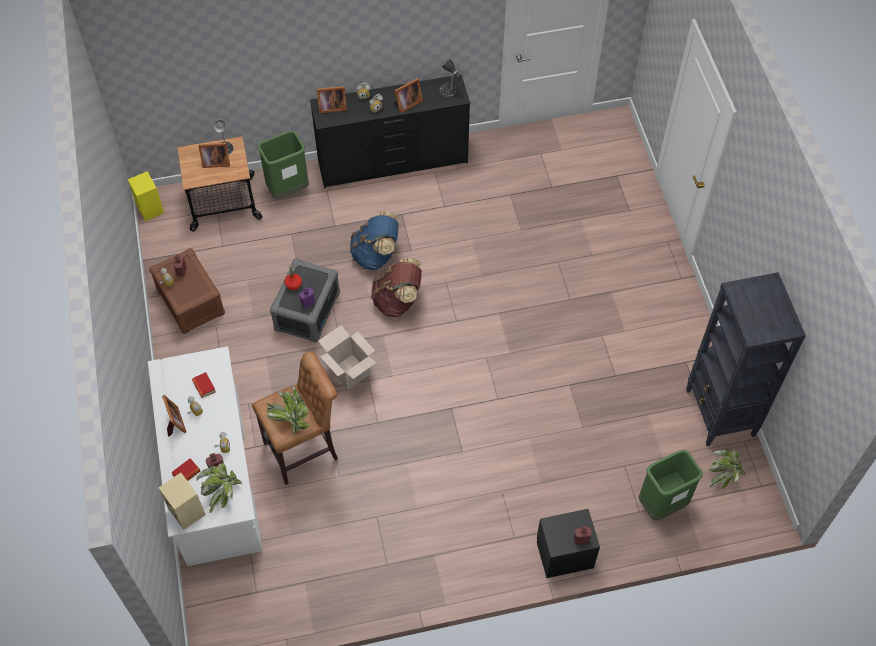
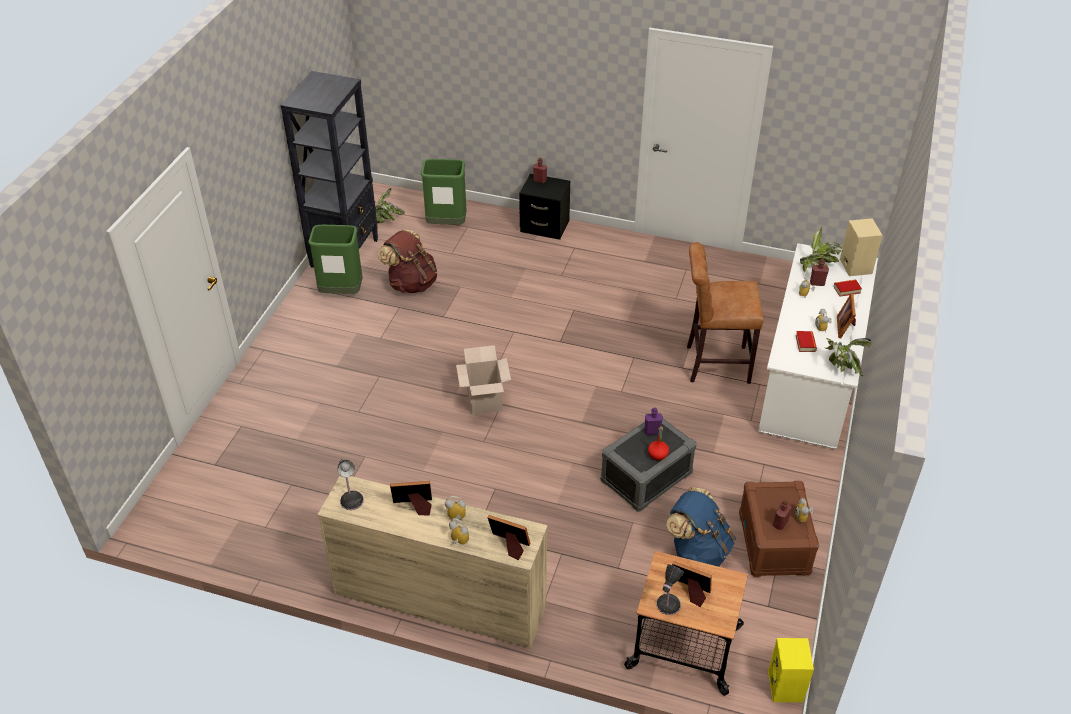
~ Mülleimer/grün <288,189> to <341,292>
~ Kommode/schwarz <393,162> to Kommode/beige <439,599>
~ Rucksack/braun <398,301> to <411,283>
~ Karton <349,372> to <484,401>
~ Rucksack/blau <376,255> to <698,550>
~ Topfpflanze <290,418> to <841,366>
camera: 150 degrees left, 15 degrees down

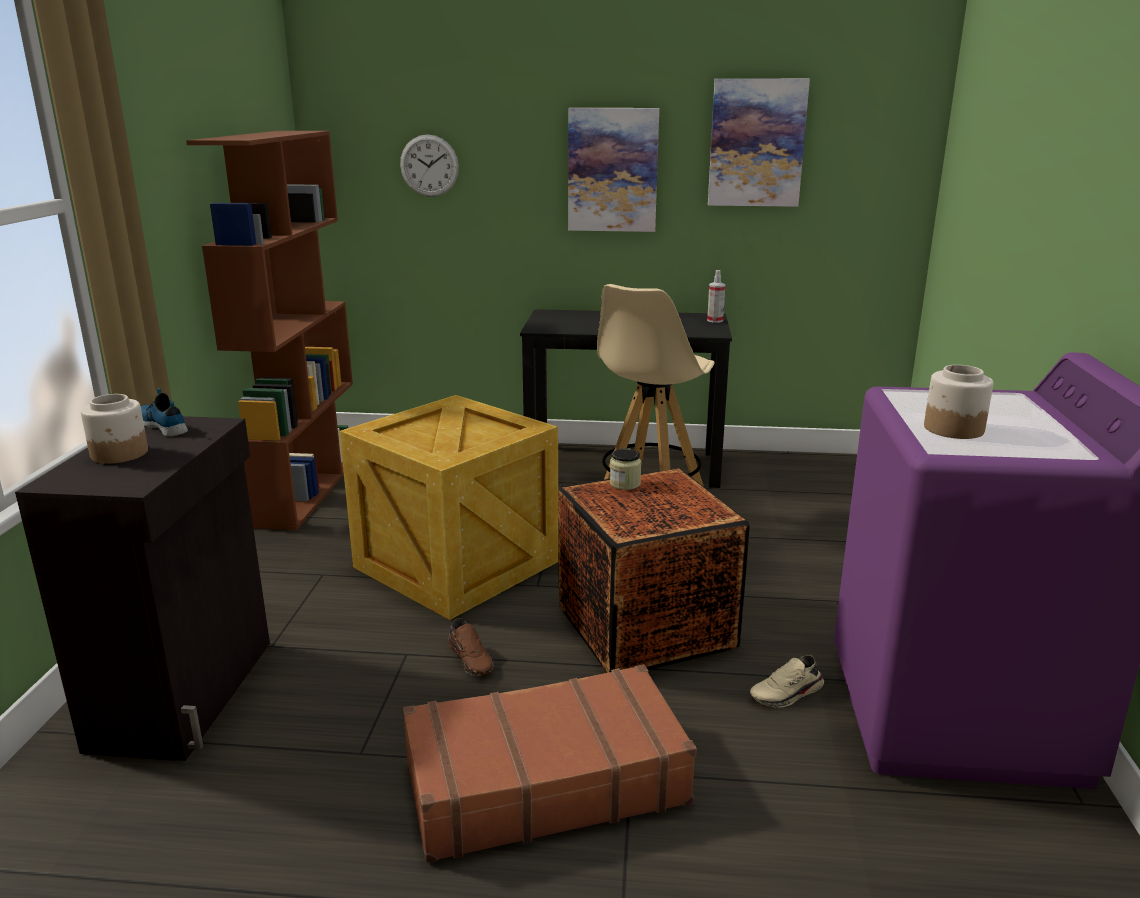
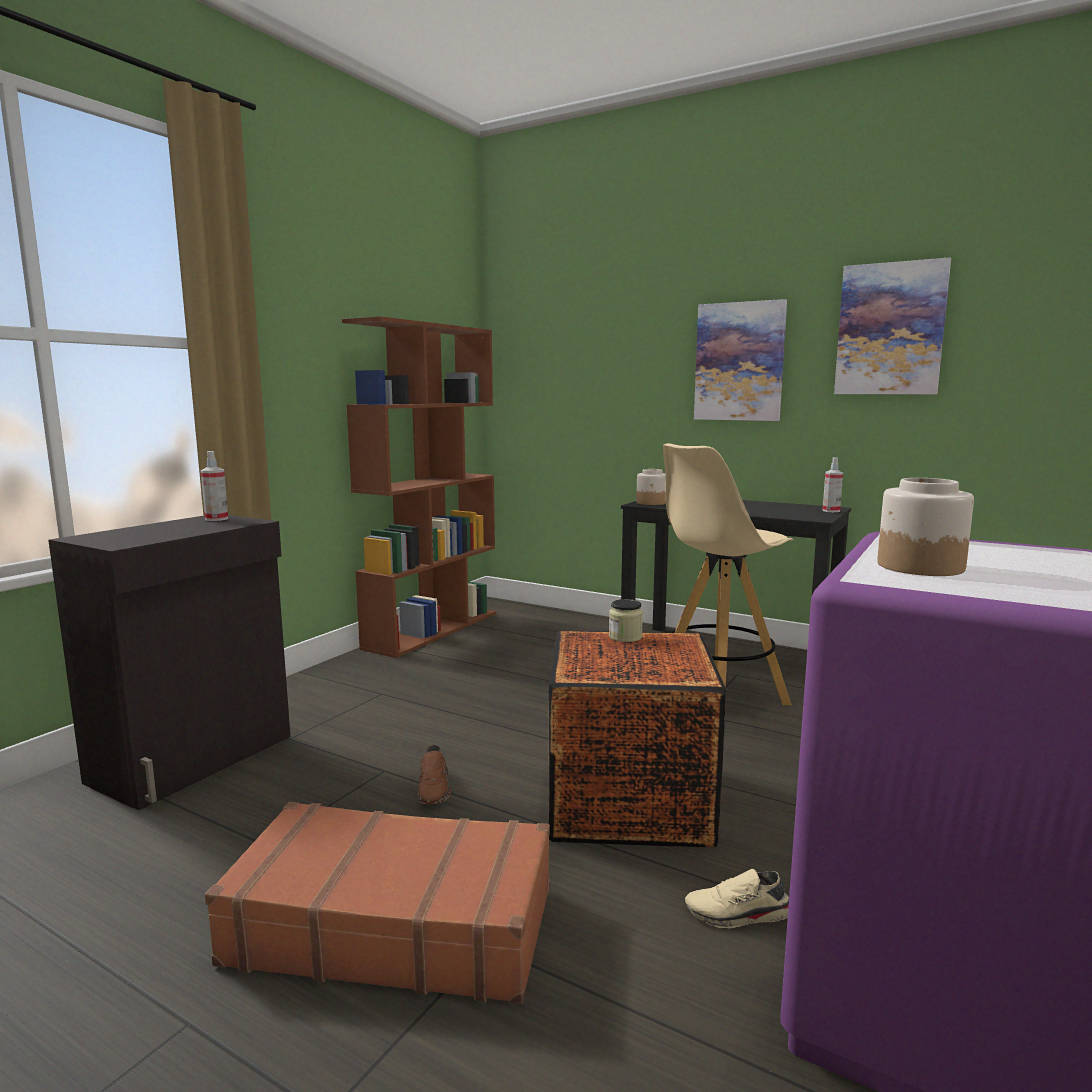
~ Schuh <163,425> to Sprühflasche <216,519>
~ Vorratsglas <120,454> to <651,503>
- Kiste <456,562>
- Wanduhr <429,166>
camera: 25 degrees right, 10 degrees down

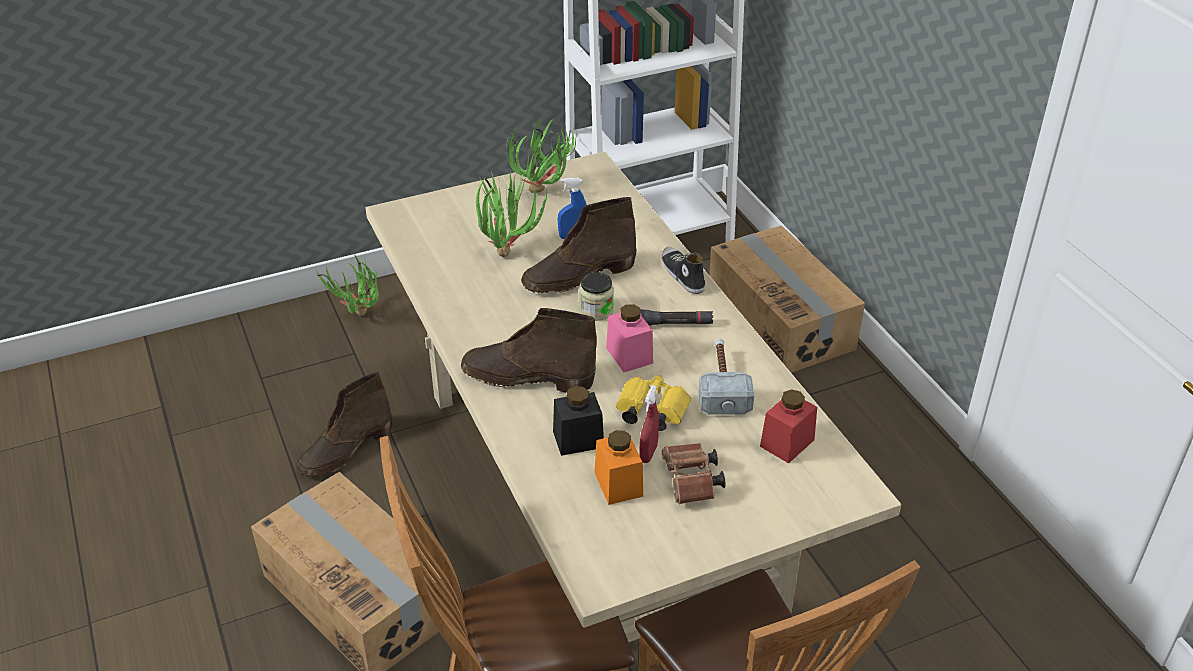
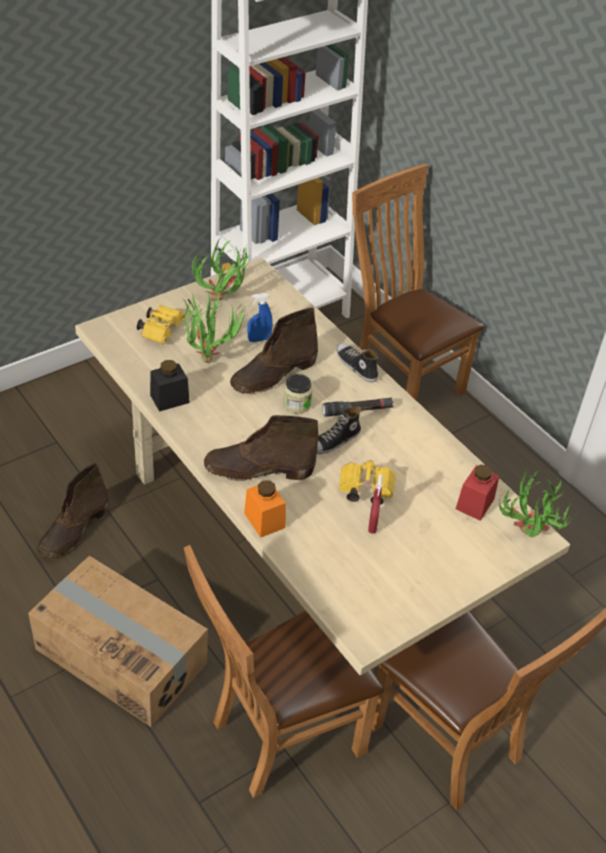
+ Fernglas/gelb <161,330>
~ Vorratsglas/schwarz <578,439> to <169,399>
~ Vorratsglas/orange <618,484> to <264,520>
~ Vorratsglas/rosa <629,355> to Schuh <334,442>
~ Karton <781,320> to Stuhl/braun <401,378>
~ Topfpflanze <358,319> to <525,538>
- Fernglas/braun <691,483>
- Hammer <722,384>
camera: 15 degrees left, 5 degrees up

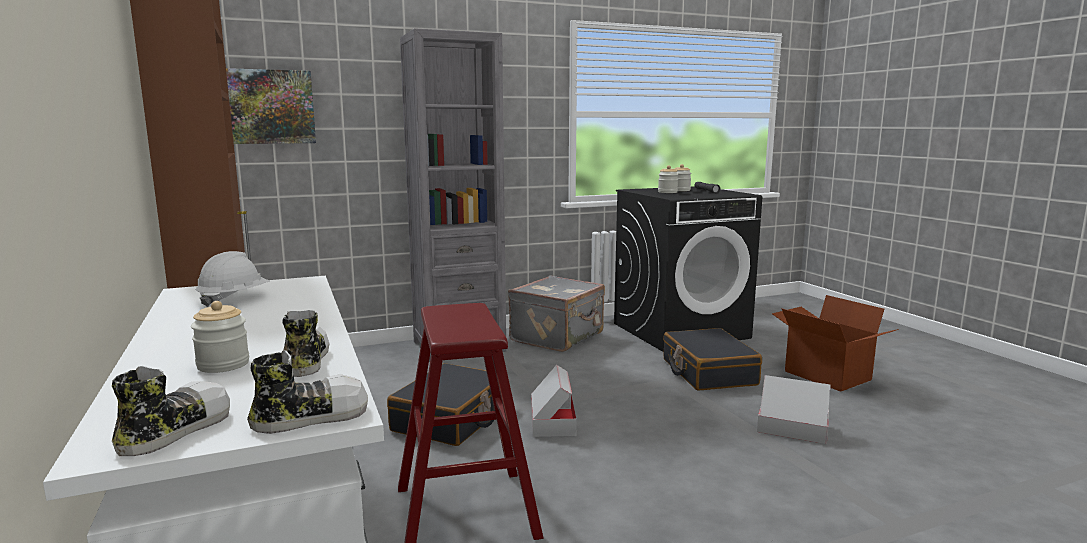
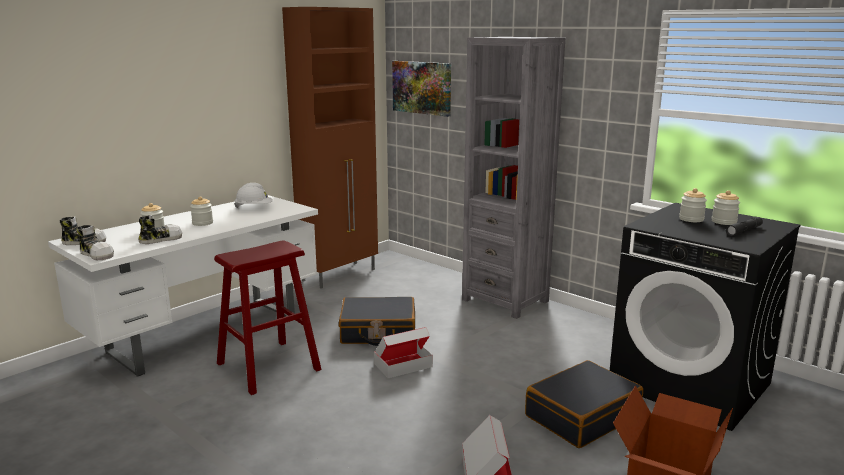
+ Vorratsglas <202,223>
- Koffer/grau <558,337>
camera: 65 degrees right, 5 degrees up

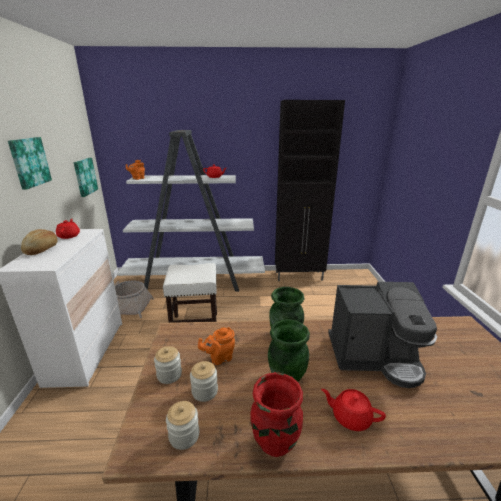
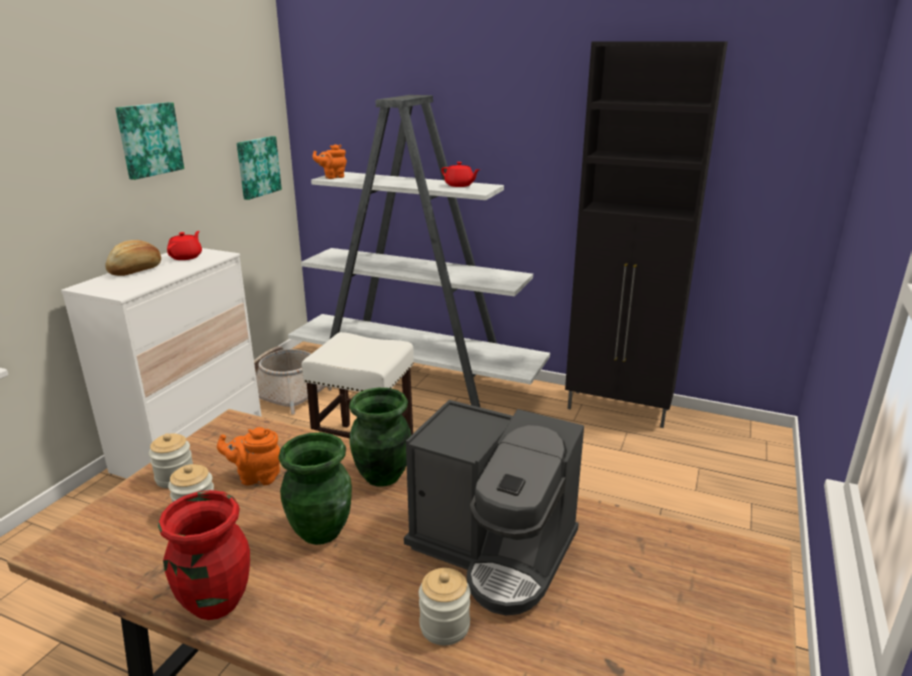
~ Vorratsglas <184,435> to <444,626>
- Teekanne/rot <350,417>
camera: 25 degrees right, 0 degrees up

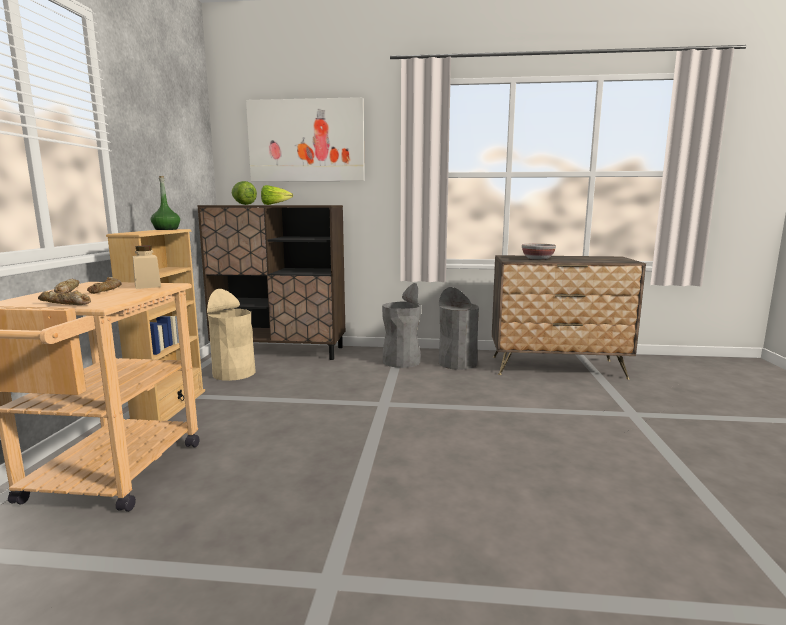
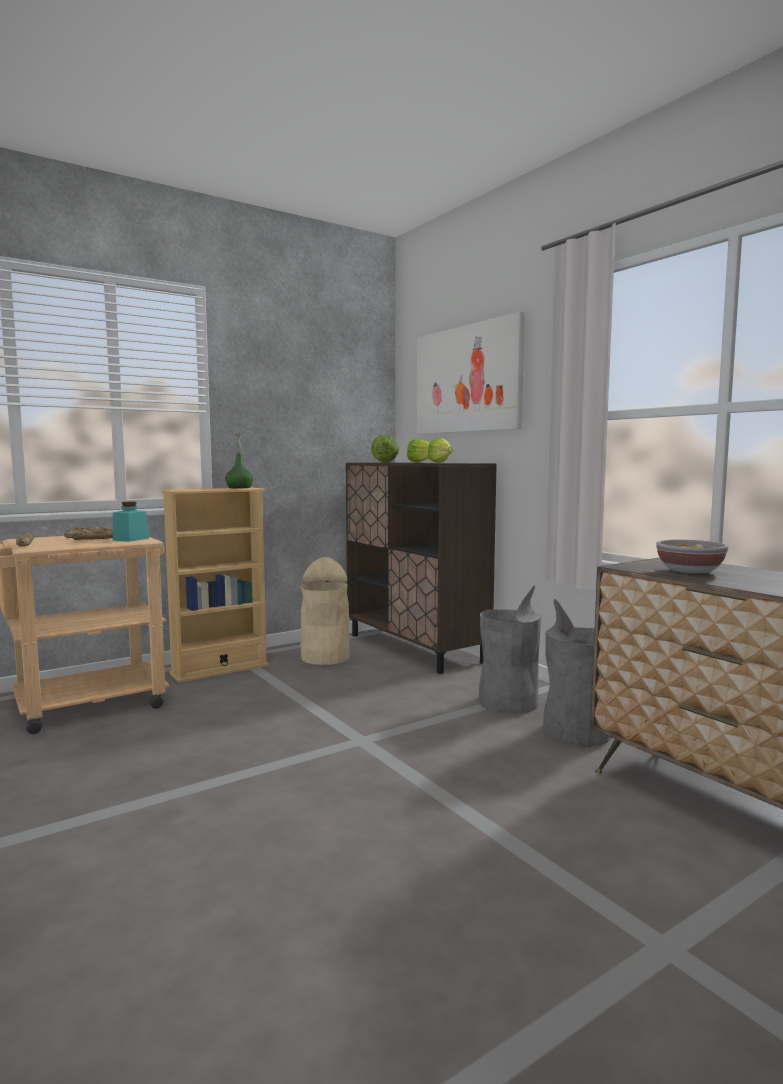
~ Vorratsglas/beige <147,286> to Vorratsglas/türkis <131,539>
+ Salatkopf <441,462>
camera: 50 degrees right, 5 degrees down

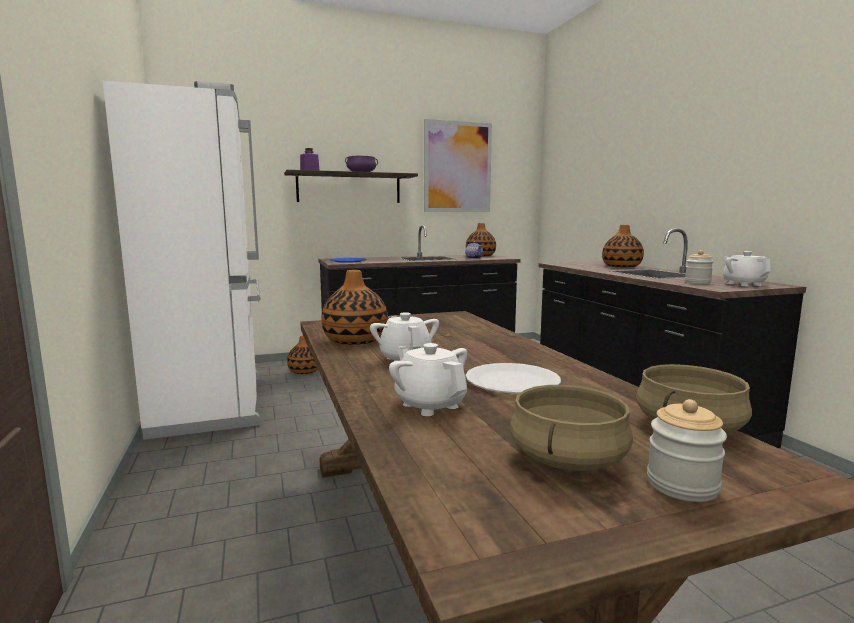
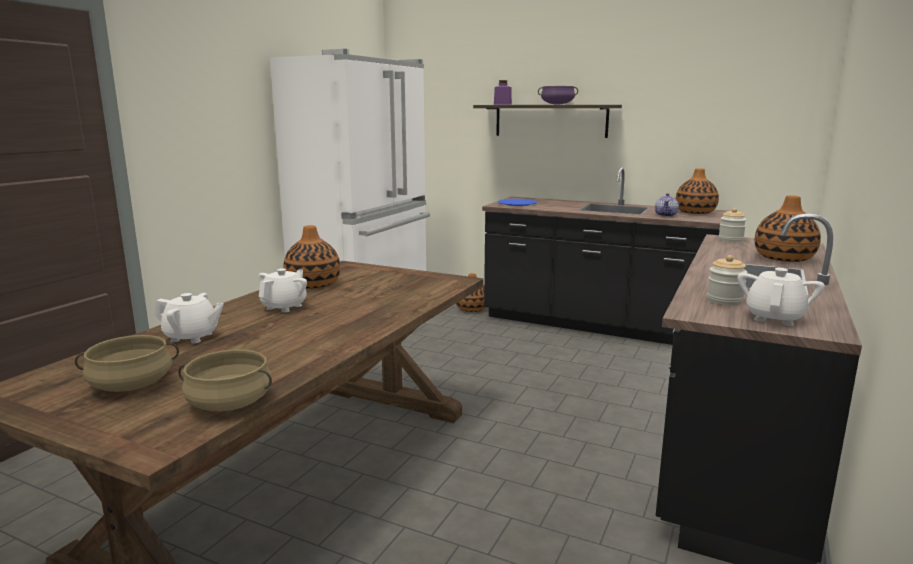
~ Teekanne/weiß <430,405> = <192,337> 90 degrees clockwise
~ Vorratsglas <682,485> to <730,240>
- Bild <457,167>
- Teller/weiß <512,381>
camera: 45 degrees right, 5 degrees up

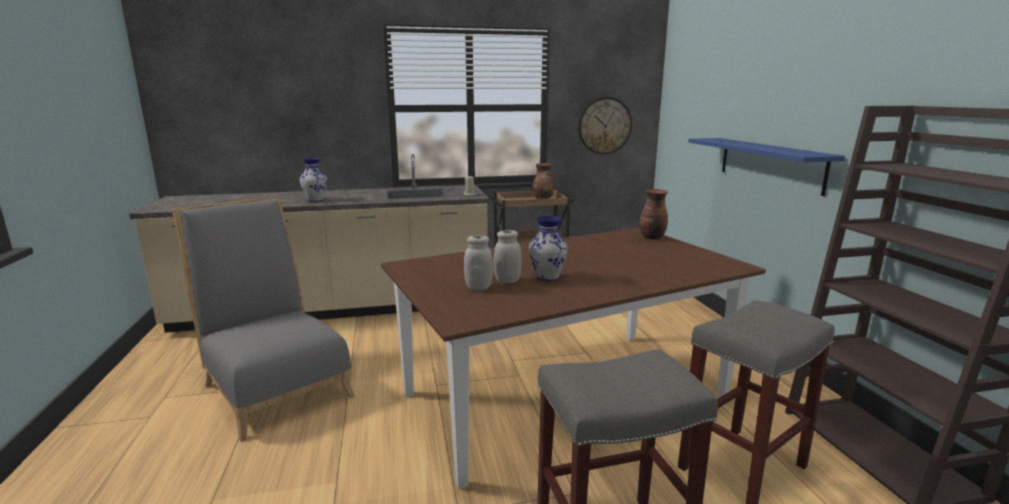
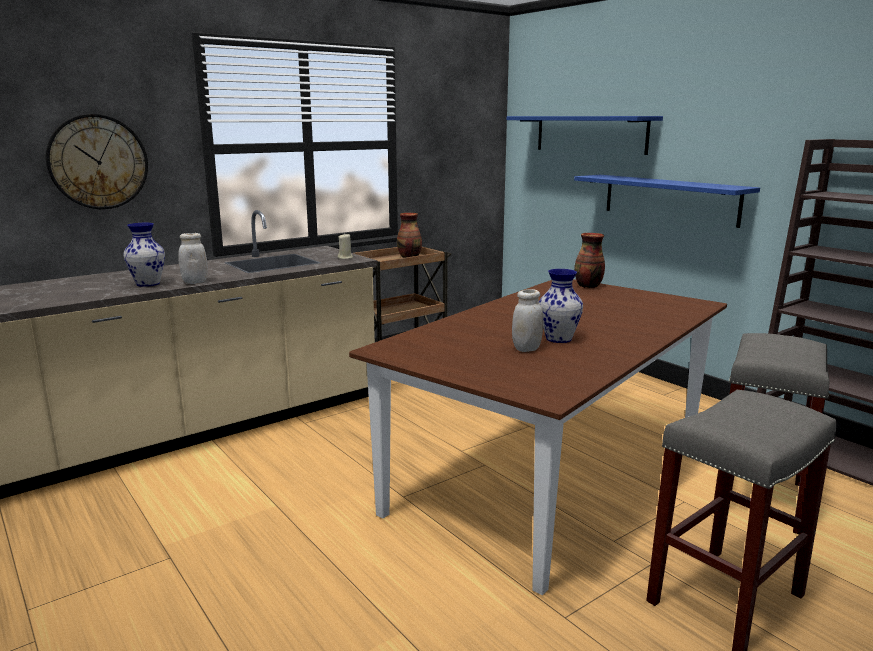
~ Wanduhr <604,126> to <98,162>
~ Vorratsglas/weiß <478,287> to <195,282>
+ Wandregal/blau <590,134>
- Stuhl/grau <275,386>
camera: 25 degrees left, 0 degrees up

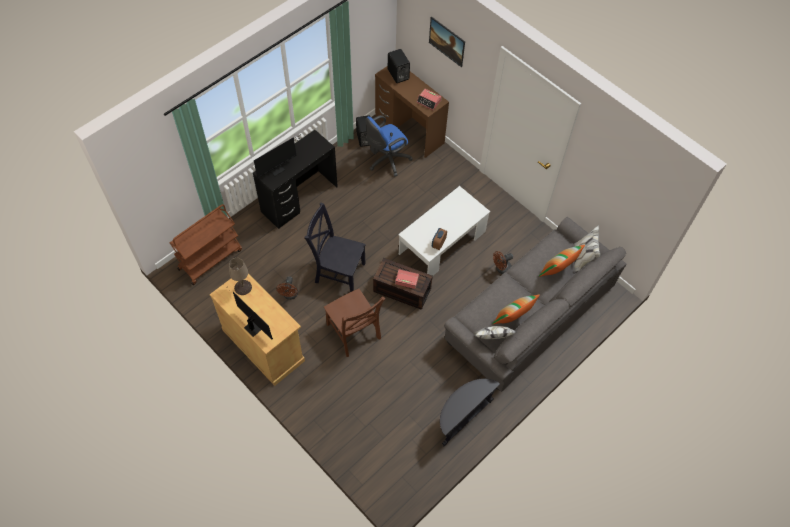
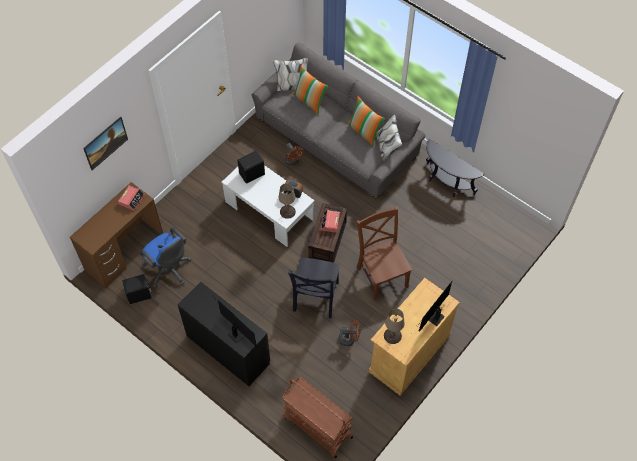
~ Lautsprecher/schwarz <398,75> to <252,174>
+ Tischlampe/beige <288,212>
~ Stuhl/braun <354,333> = <381,275> 75 degrees counterclockwise
camera: 95 degrees left, 0 degrees up

